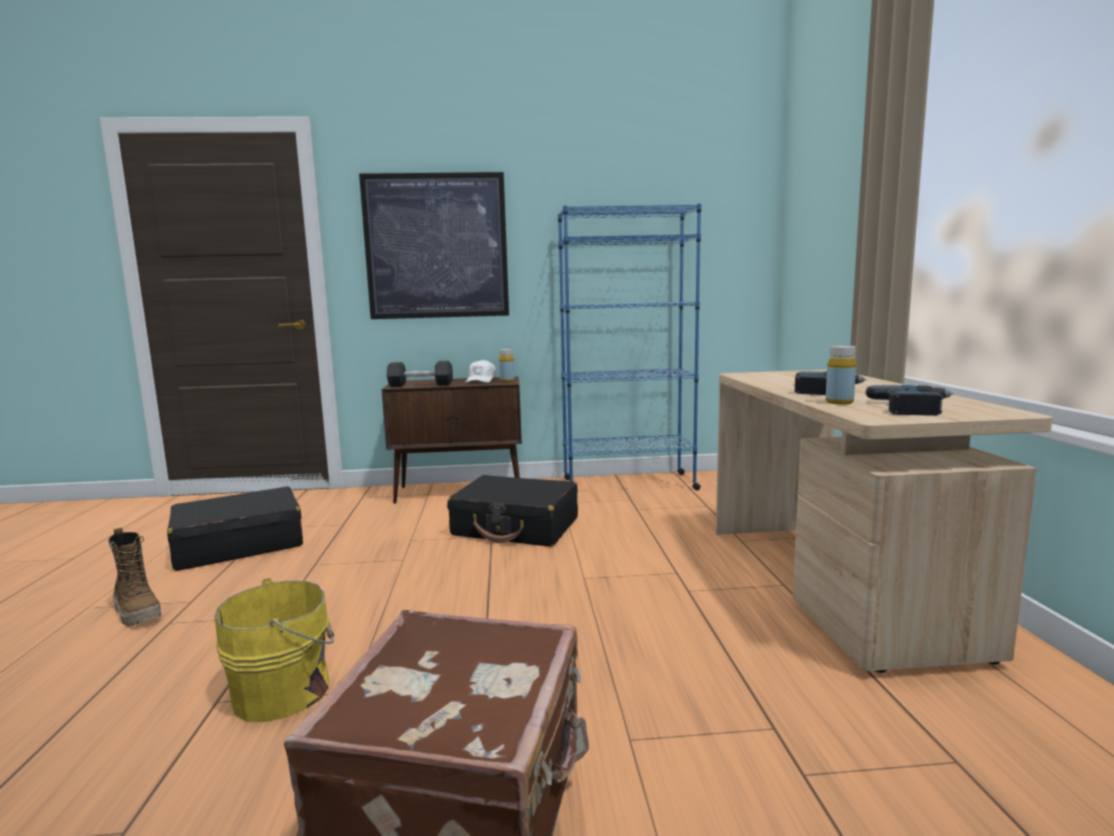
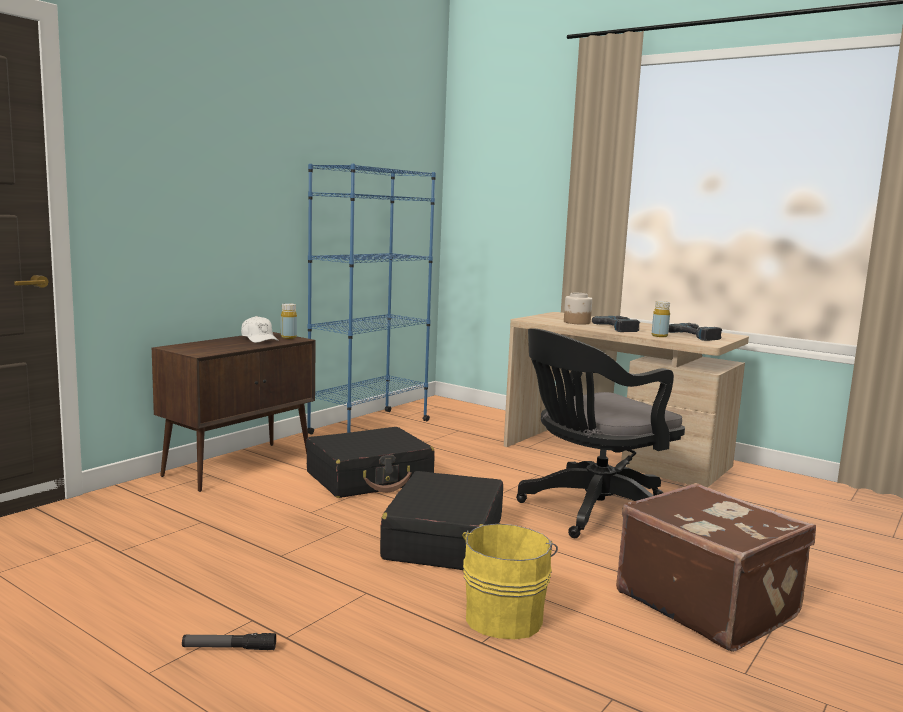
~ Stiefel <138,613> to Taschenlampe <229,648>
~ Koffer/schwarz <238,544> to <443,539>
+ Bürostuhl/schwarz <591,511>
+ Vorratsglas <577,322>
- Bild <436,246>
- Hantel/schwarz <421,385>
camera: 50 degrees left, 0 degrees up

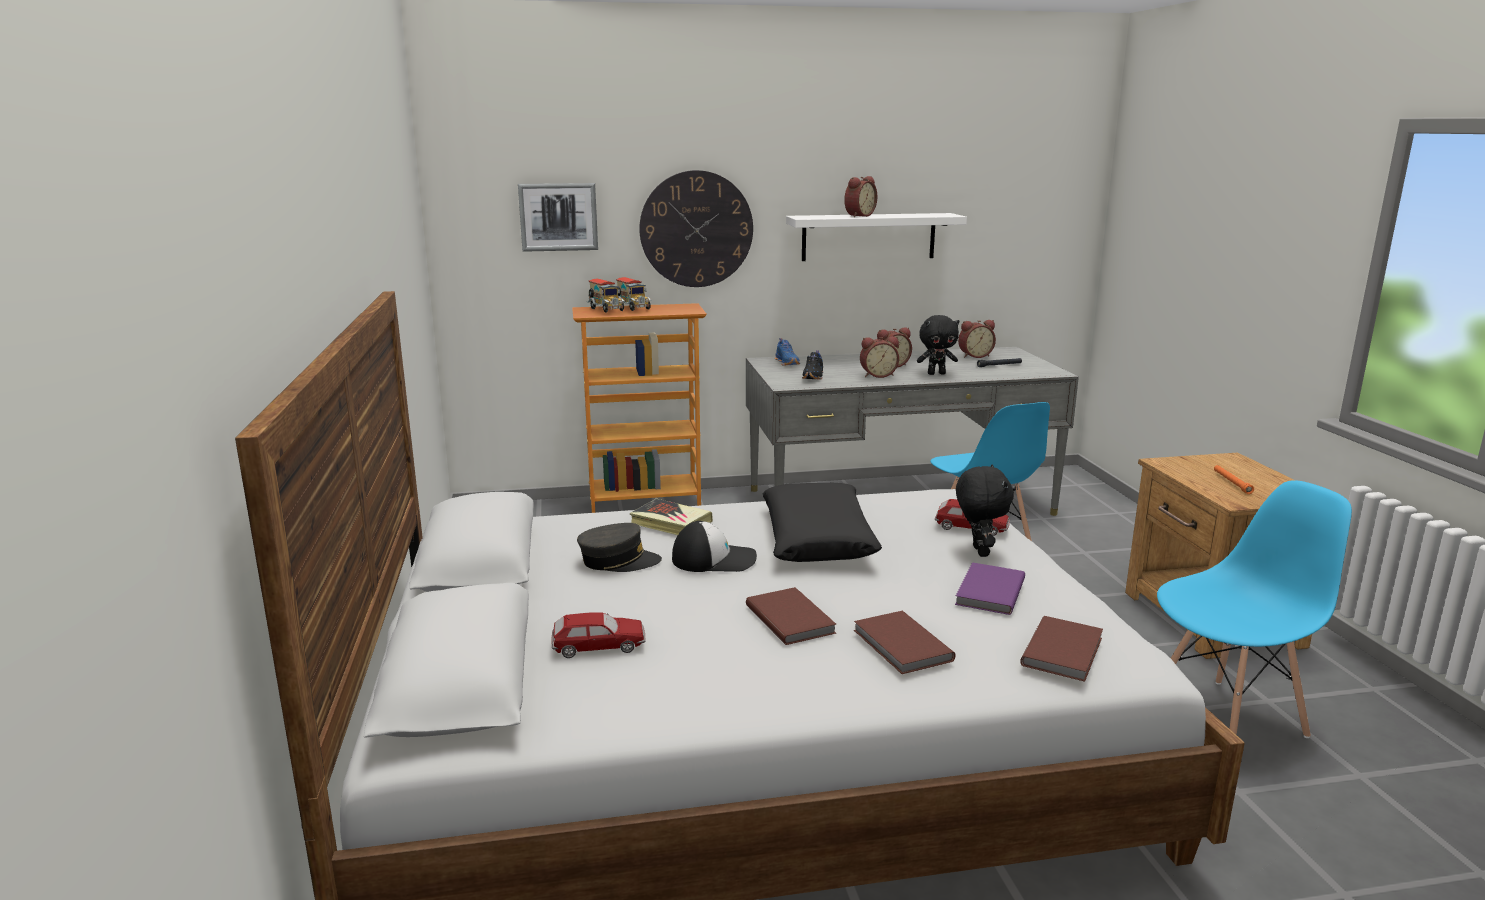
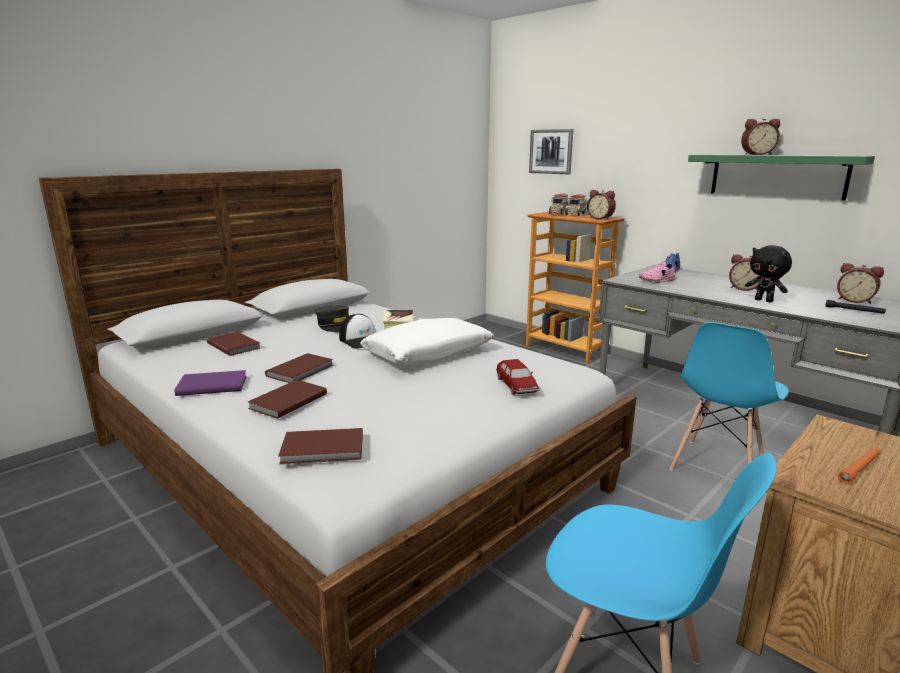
~ Buch/lila <988,592> to <211,385>
~ Spielzeugauto <599,646> to Buch/braun <234,345>
~ Kissen/schwarz <818,538> to Kissen/weiß <428,353>
~ Wecker <877,375> to <601,218>
~ Schuh/schwarz <814,377> to Schuh/rosa <657,281>
~ Wandregal/weiß <868,237> to Wandregal/grün <777,176>
- Wanduhr <696,229>
- Plüschtier/schwarz <978,551>
camera: 55 degrees right, 0 degrees up

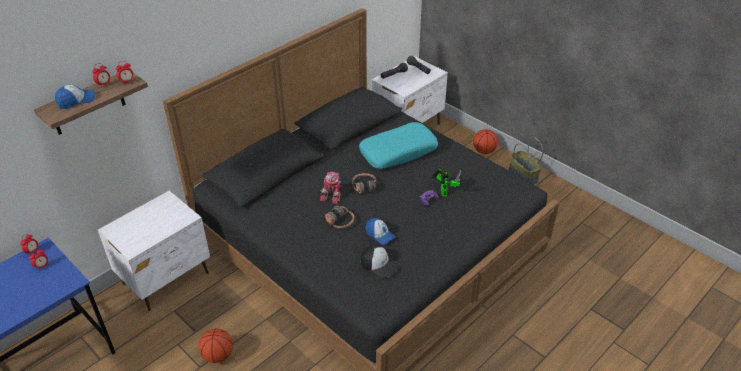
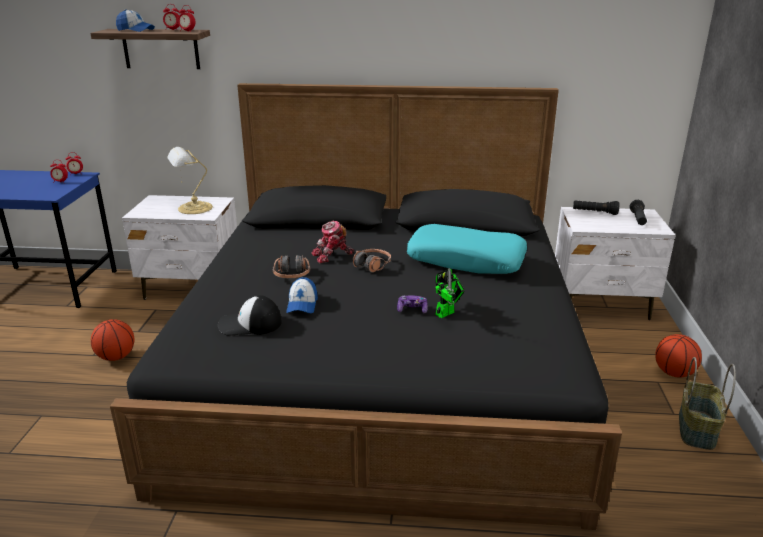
+ Tischlampe <193,208>
~ Kappe <380,264> = <249,324> 90 degrees clockwise
camera: 50 degrees right, 15 degrees down

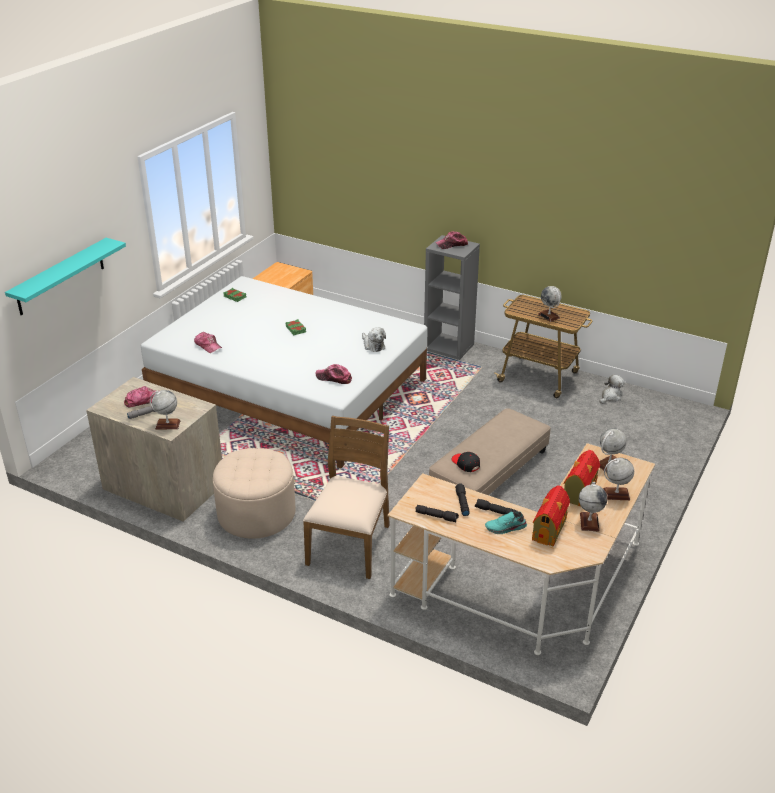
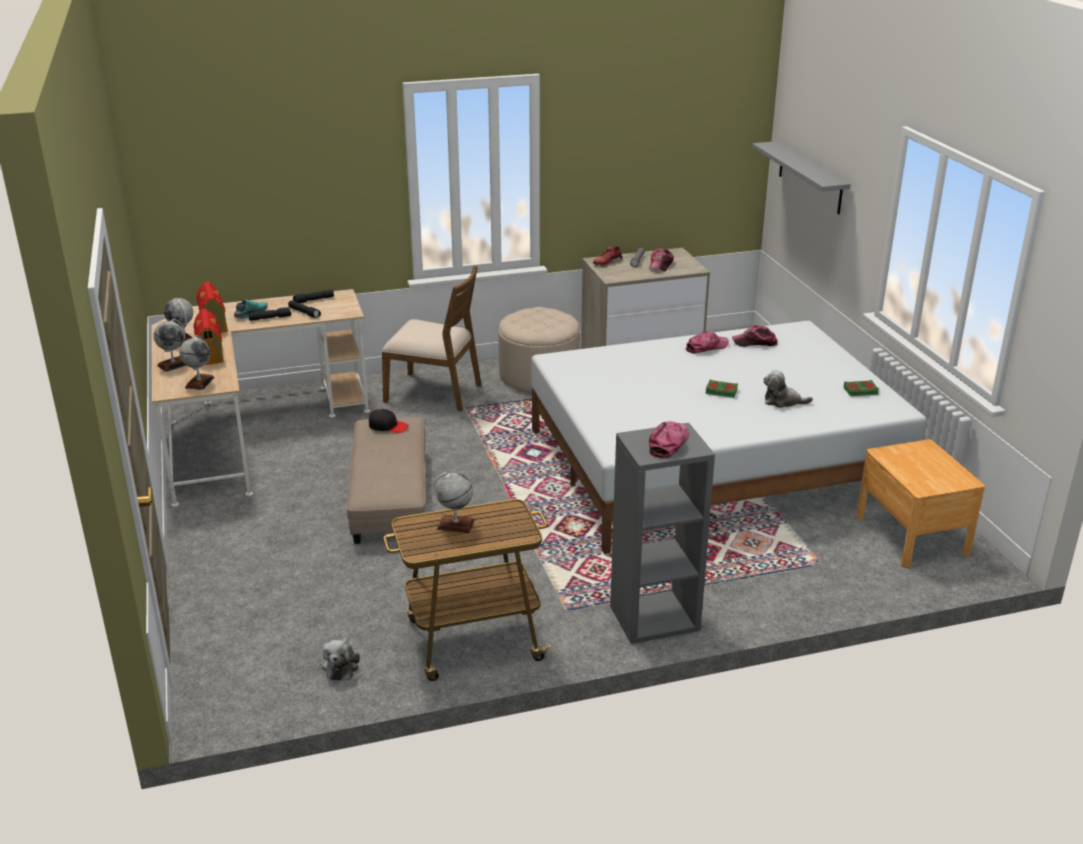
~ Stuhl/braun <350,544> = <434,392> 45 degrees counterclockwise
~ Globus <167,424> to Schuh/rot <607,262>
~ Kappe <334,378> to <706,347>
~ Wandregal/türkis <60,277> to Wandregal/grau <810,177>
~ Plüschtier <373,345> to <783,401>
camera: 135 degrees right, 5 degrees down

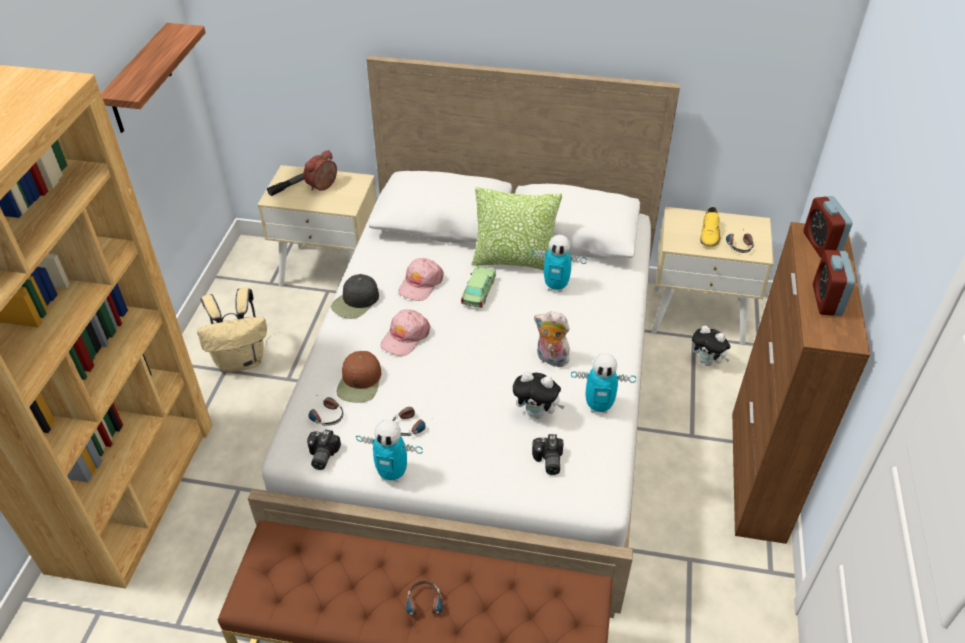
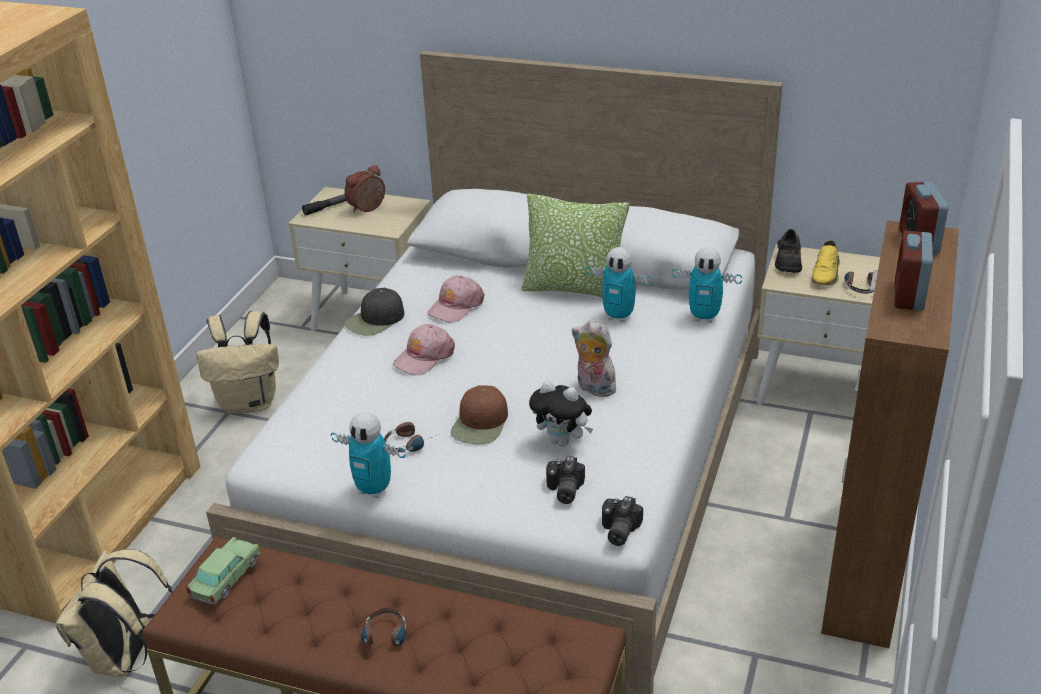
+ Rucksack/beige <126,658>
~ Spielzeugauto <478,292> to <226,578>
~ Kappe/braun <360,382> to <480,423>
~ Kamera <321,456> to <617,531>
~ Spielzeugroboter <599,406> to <704,317>
+ Schuh/schwarz <788,261>
- Wandregal <140,80>
- Kopfhörer <323,414>
- Plüschtier <707,362>
camera: 10 degrees right, 10 degrees down

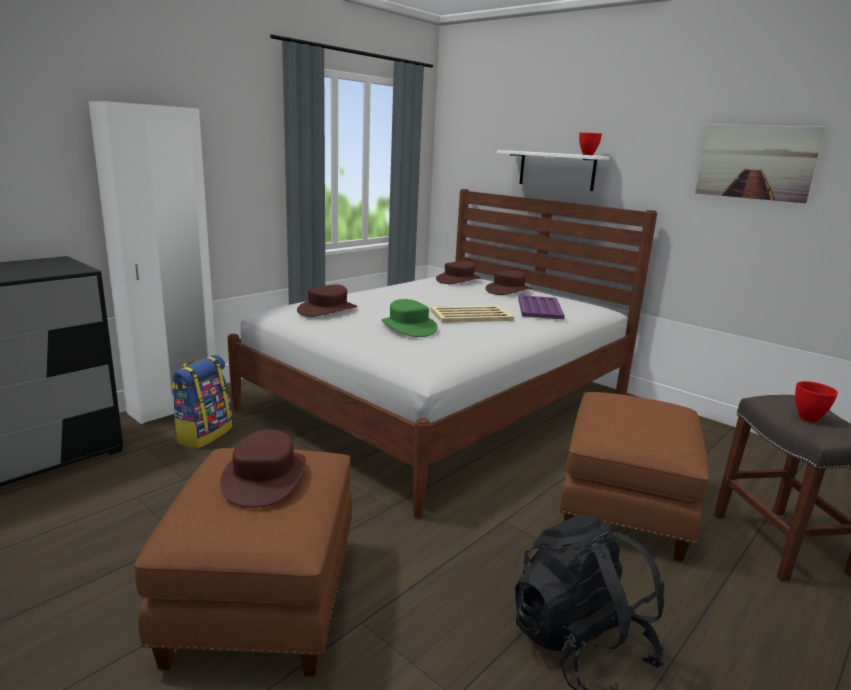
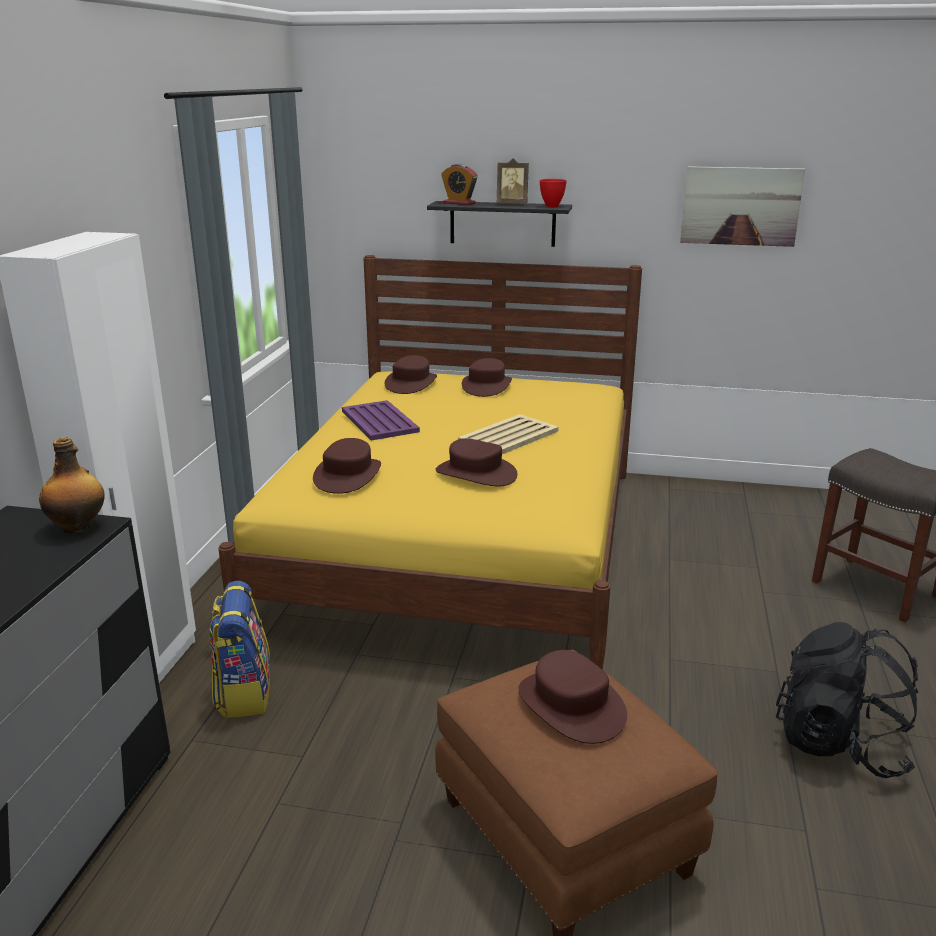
+ Flasche <78,527>
~ Bett/weiß <441,402> to Bett/gelb <461,546>
~ Tablett/lila <540,308> to <379,421>
~ Wandregal/weiß <556,170> to Wandregal/schwarz <502,223>
~ Hut/grün <408,327> to Hut/braun <475,473>
+ Wecker <459,203>
+ Bilderrahmen <512,204>
- Polsterhocker/braun <625,508>
- Schüssel/rot <808,418>
camera: 30 degrees left, 5 degrees up

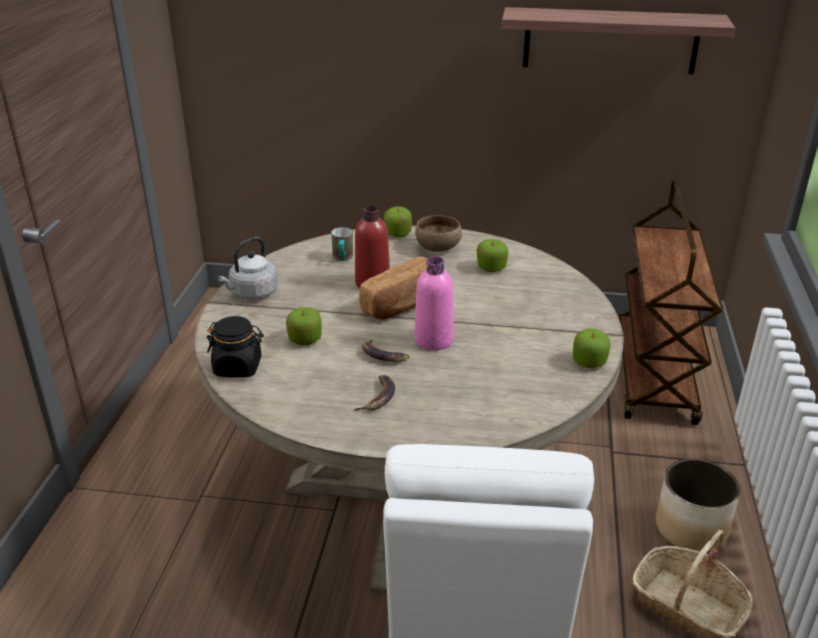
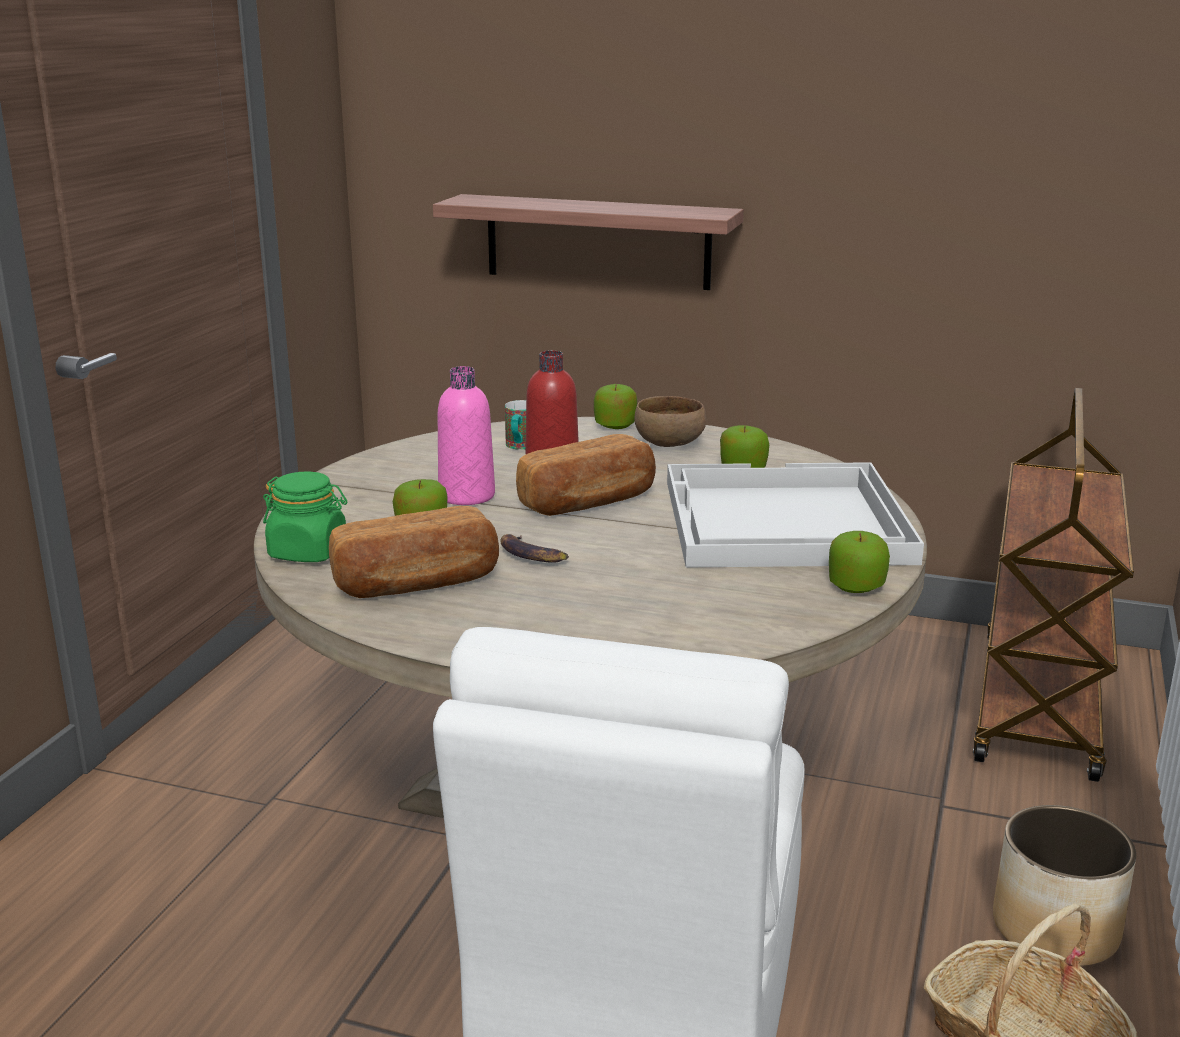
~ Vorratsglas/schwarz <238,367> to Vorratsglas/grün <308,552>
+ Brot <416,583>
~ Wandregal <610,40> to <597,241>
~ Flasche/rosa <433,340> to <467,496>
+ Tablett/weiß <782,522>
- Wasserkessel/grau <252,293>
- Banane <378,397>
camera: 10 degrees right, 10 degrees down

